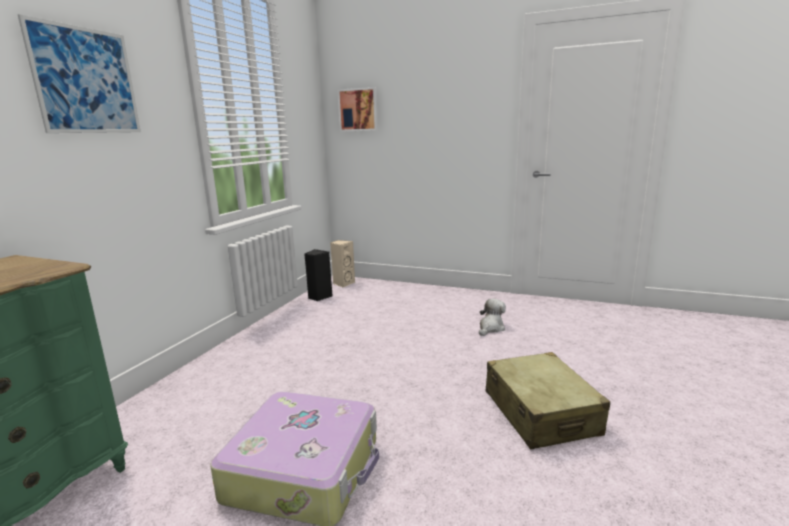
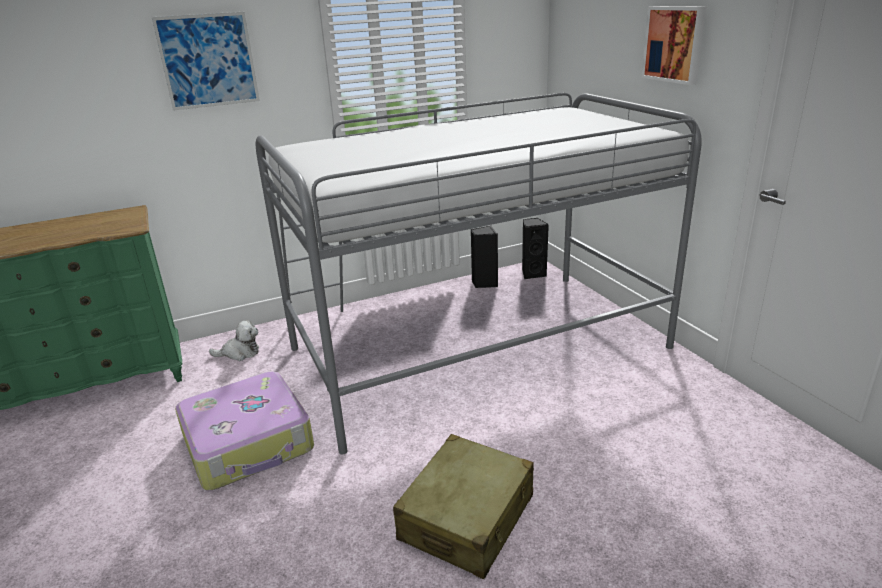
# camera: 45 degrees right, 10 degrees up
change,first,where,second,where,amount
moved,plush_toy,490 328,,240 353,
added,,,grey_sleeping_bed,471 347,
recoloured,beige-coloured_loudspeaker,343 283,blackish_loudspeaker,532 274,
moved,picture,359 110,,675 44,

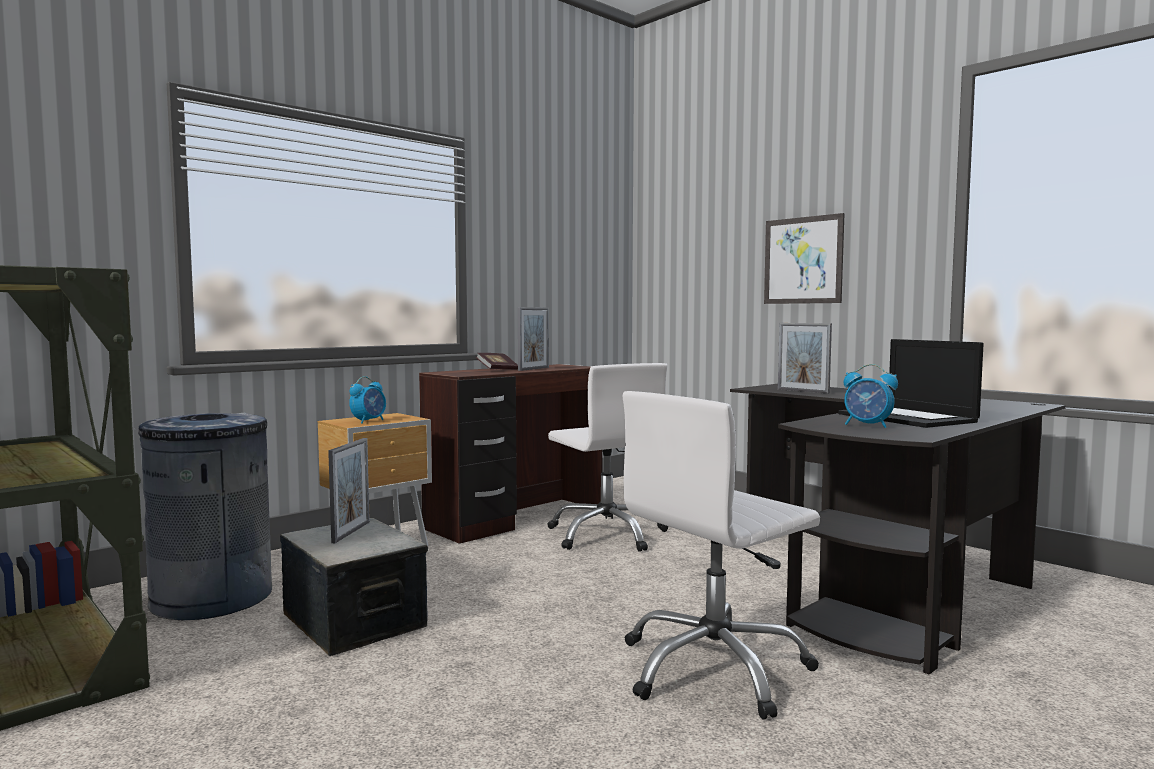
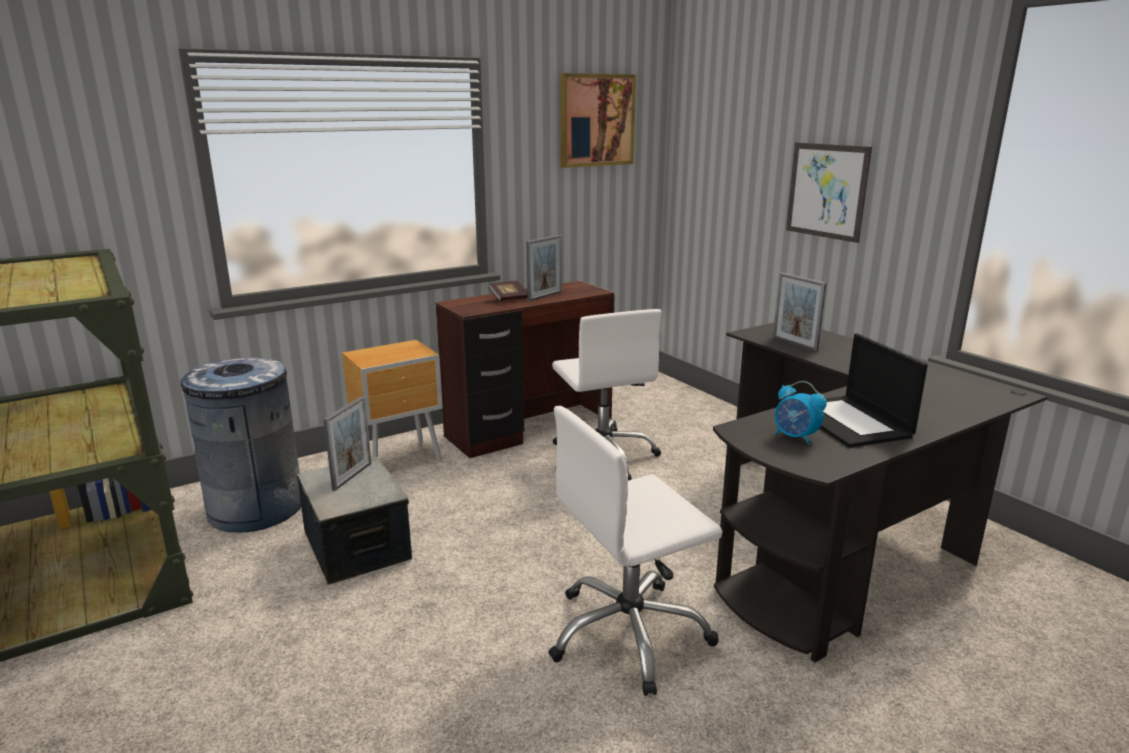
# camera: 10 degrees right, 15 degrees up
change,first,where,second,where,amount
added,,,picture,596 120,
removed,table_clock,369 421,,,

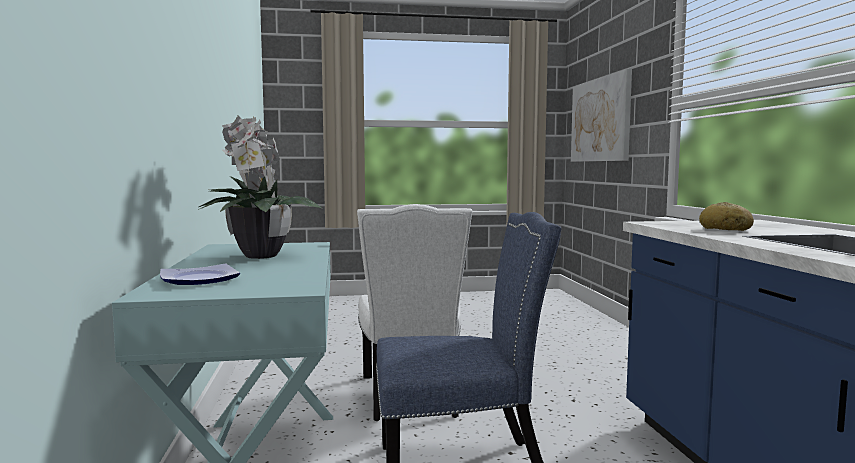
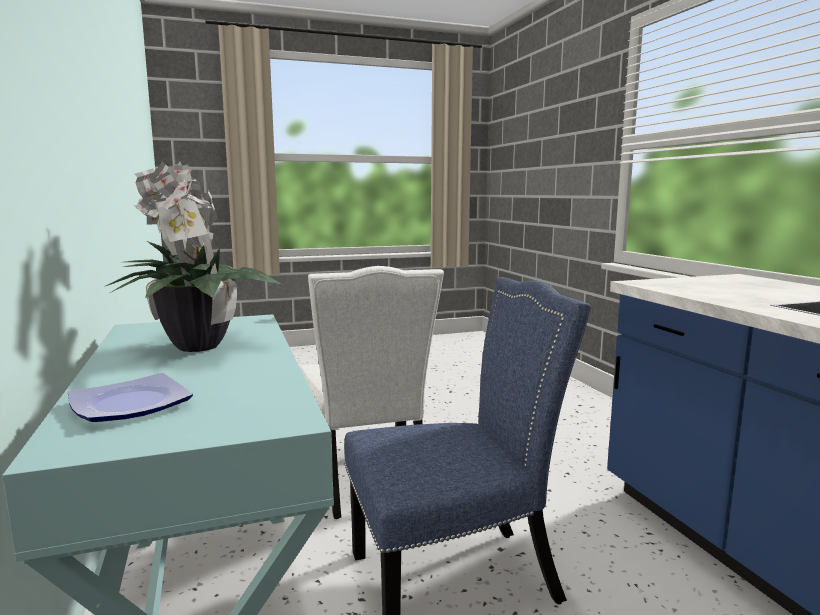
# camera: 10 degrees left, 5 degrees up
change,first,where,second,where,amount
removed,picture,600 120,,,
removed,bakery_bread,725 229,,,

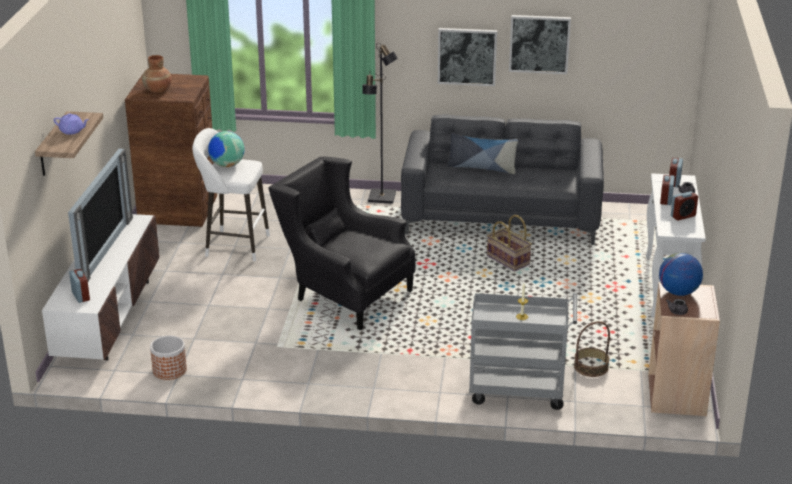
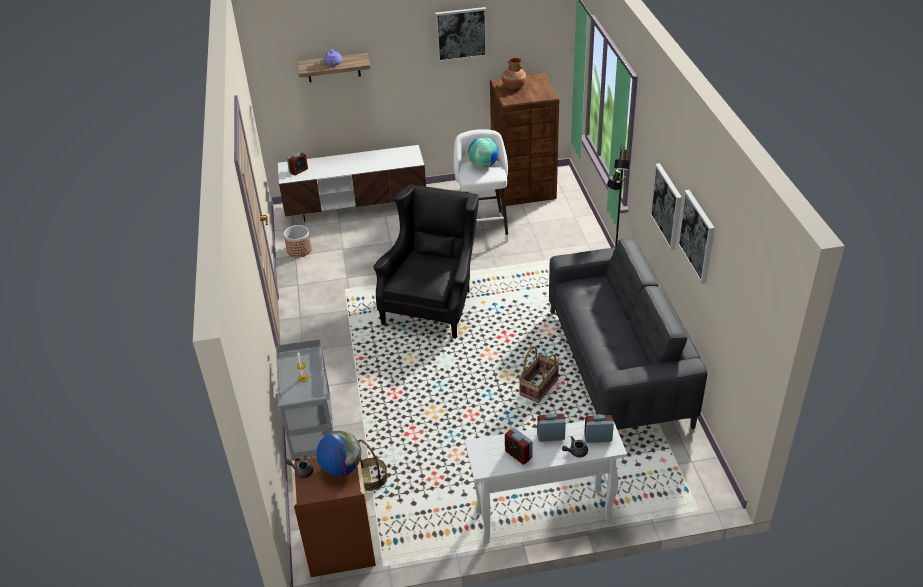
# camera: 75 degrees right, 10 degrees up
change,first,where,second,where,amount
added,,,picture,461 34,
removed,TV,101 250,,,
removed,cushion,481 168,,,

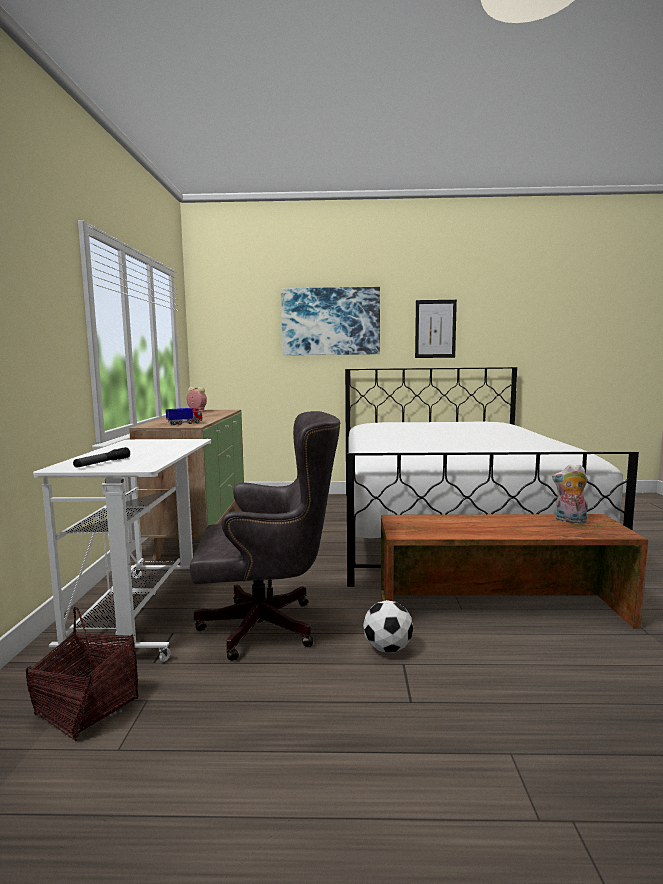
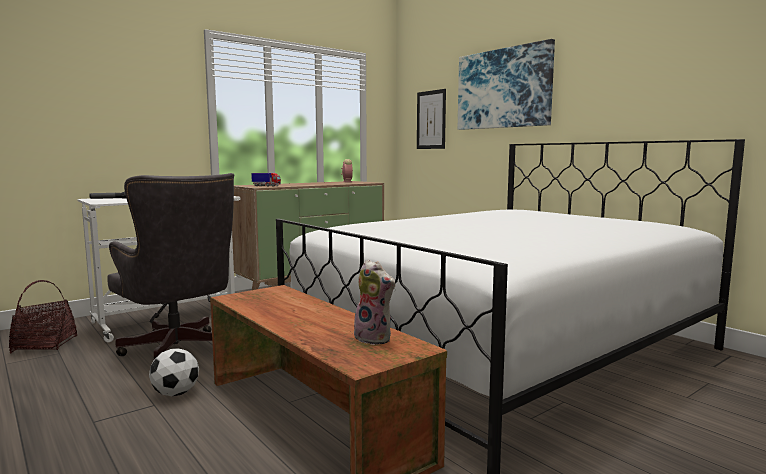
# camera: 50 degrees right, 0 degrees up
change,first,where,second,where,amount
turned,plush_toy,569 521,,375 338,150 degrees clockwise
moved,picture,435 329,,431 120,

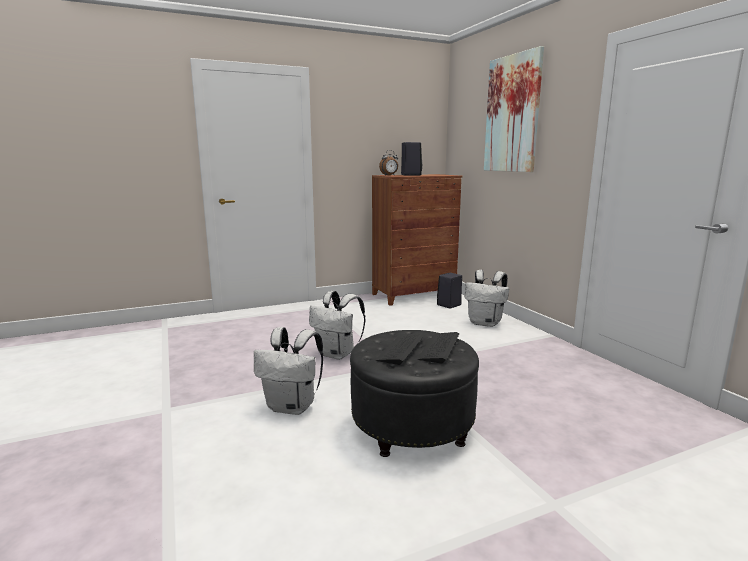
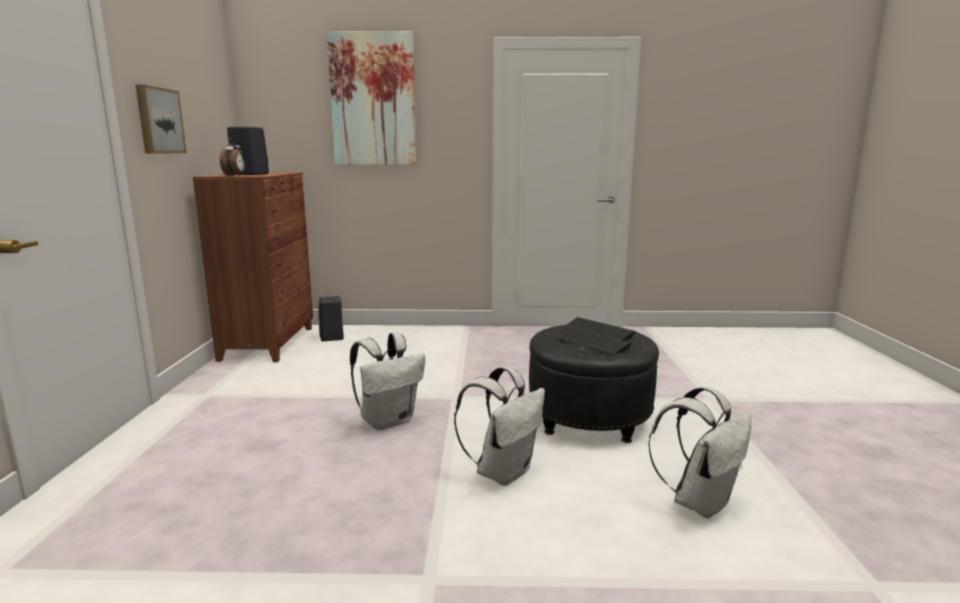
# camera: 65 degrees left, 0 degrees up
change,first,where,second,where,amount
added,,,picture,158 121,
moved,whitish_backpack,485 323,,699 501,

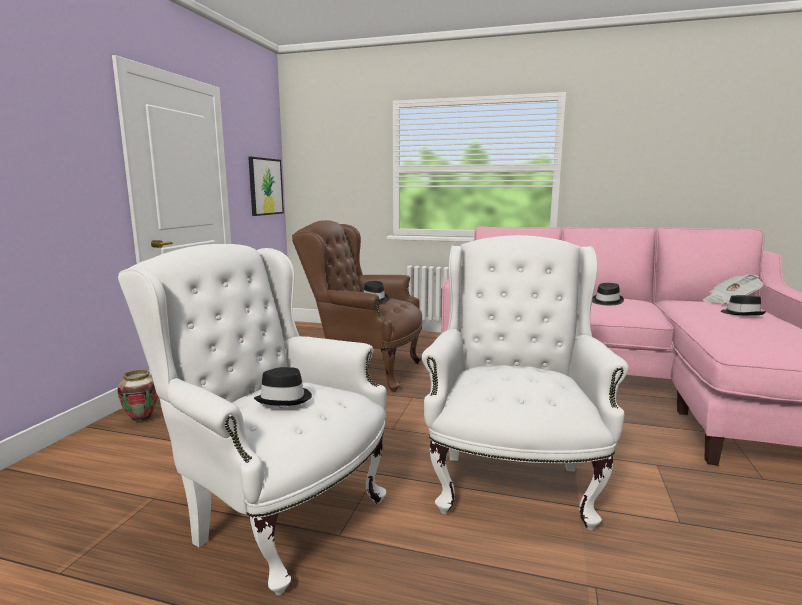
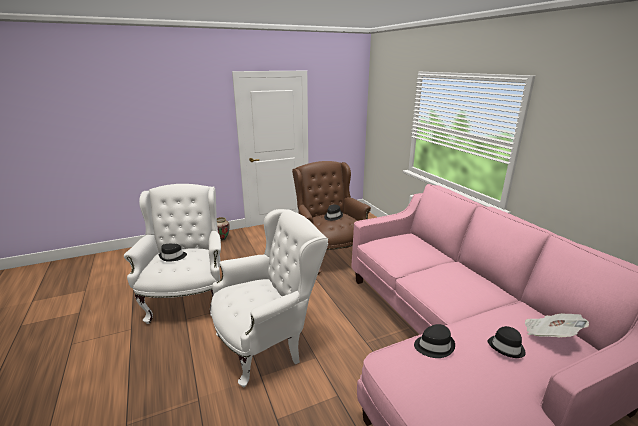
# camera: 50 degrees right, 10 degrees up
change,first,where,second,where,amount
moved,blackish_hat,606 301,,434 345,
removed,picture,265 186,,,

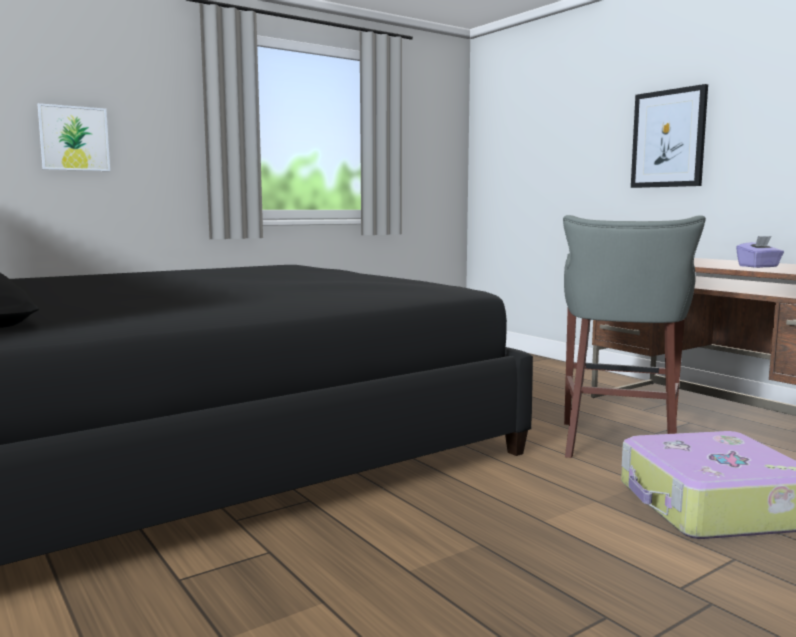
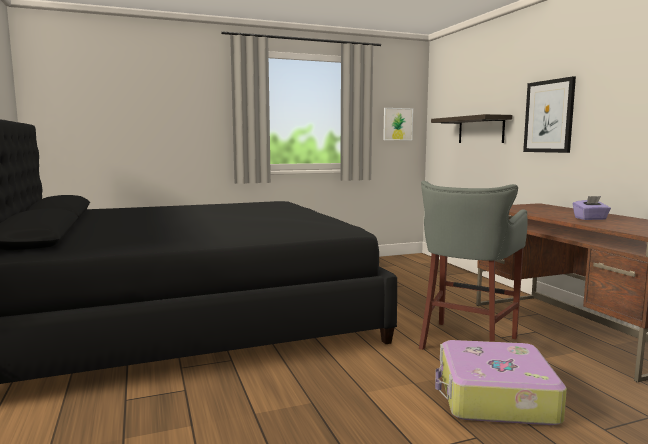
# camera: 15 degrees right, 0 degrees up
change,first,where,second,where,amount
moved,picture,74 138,,397 124,
added,,,wall_shelf,481 130,

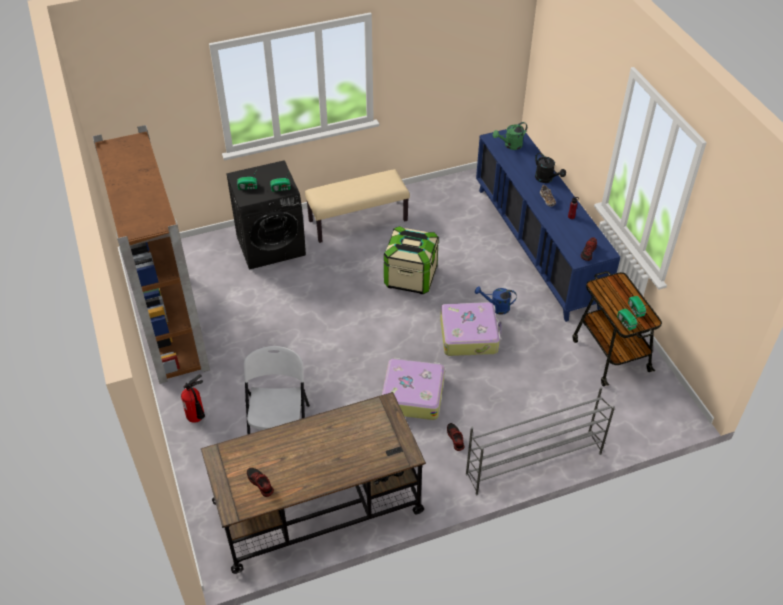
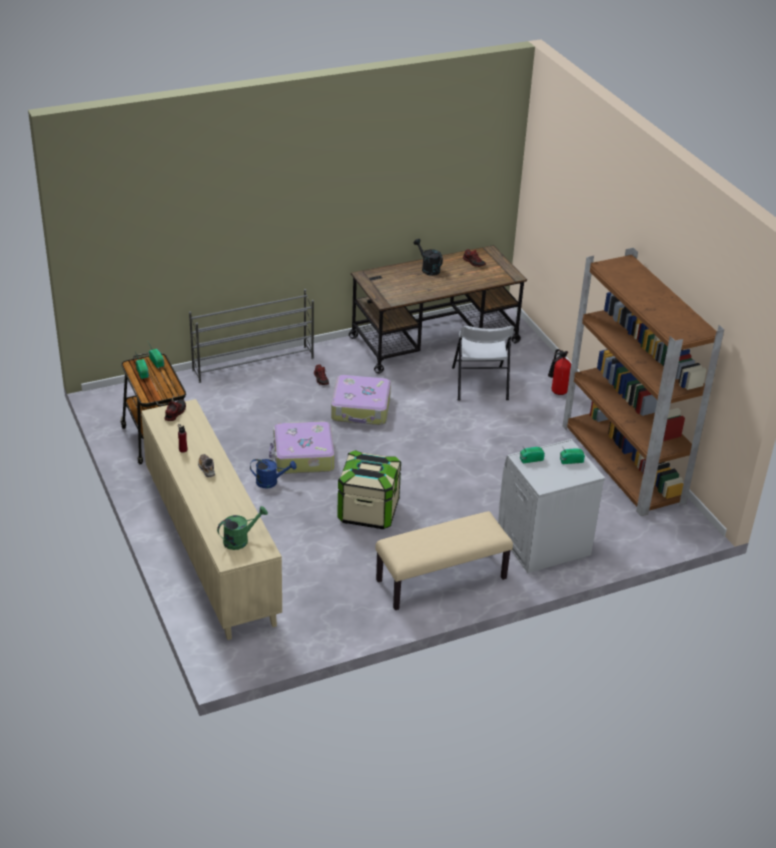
# camera: 175 degrees right, 10 degrees down
change,first,where,second,where,amount
recoloured,blue-coloured_cupboard,537 246,beige-coloured_cupboard,210 549,
moved,blackish_watering_can,546 179,,428 269,
recoloured,blackish_laundry_machine,271 247,whitish_laundry_machine,543 544,

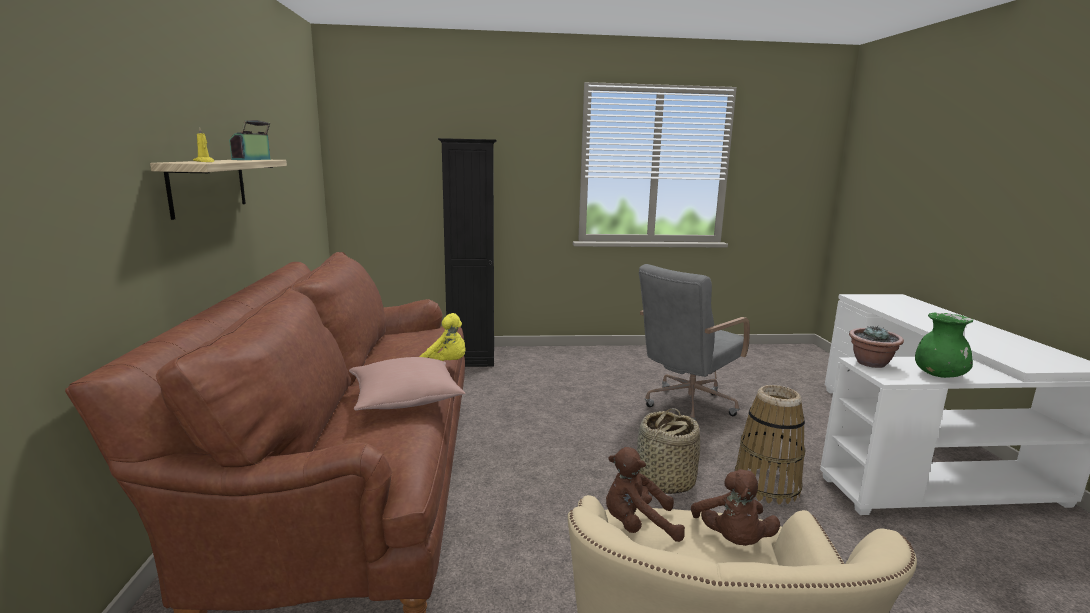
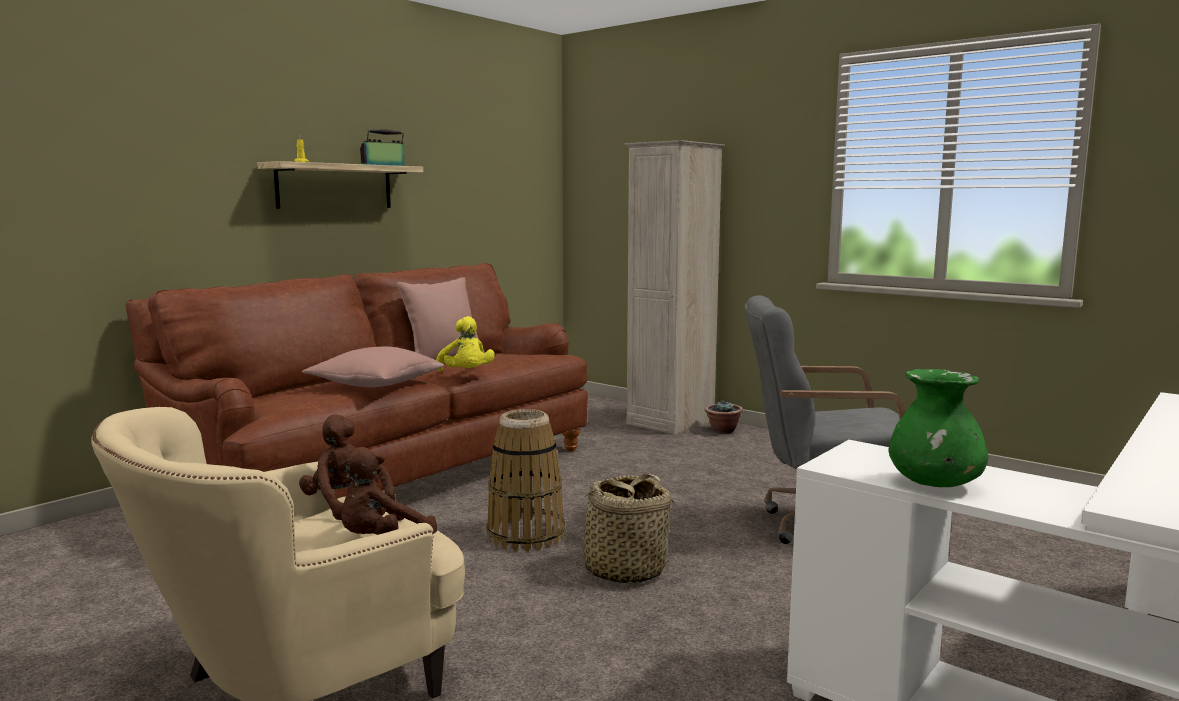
# camera: 45 degrees right, 5 degrees down
change,first,where,second,where,amount
added,,,pinkish_cushion,443 360,
moved,storage_basket,766 485,,525 535,
recoloured,blackish_cupboard,472 357,beige-coloured_cupboard,670 422,
moved,potted_plant,871 363,,723 431,

